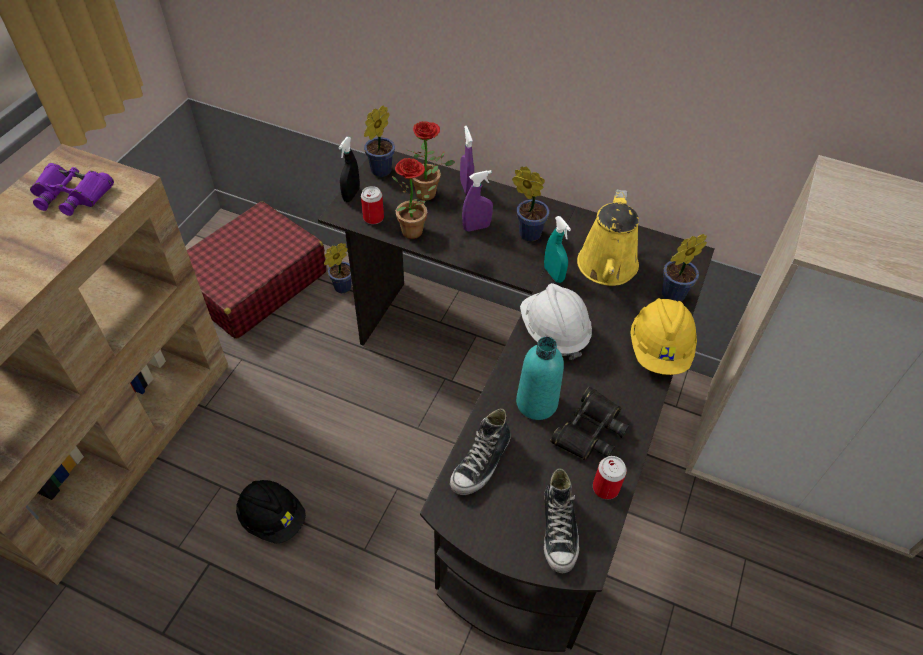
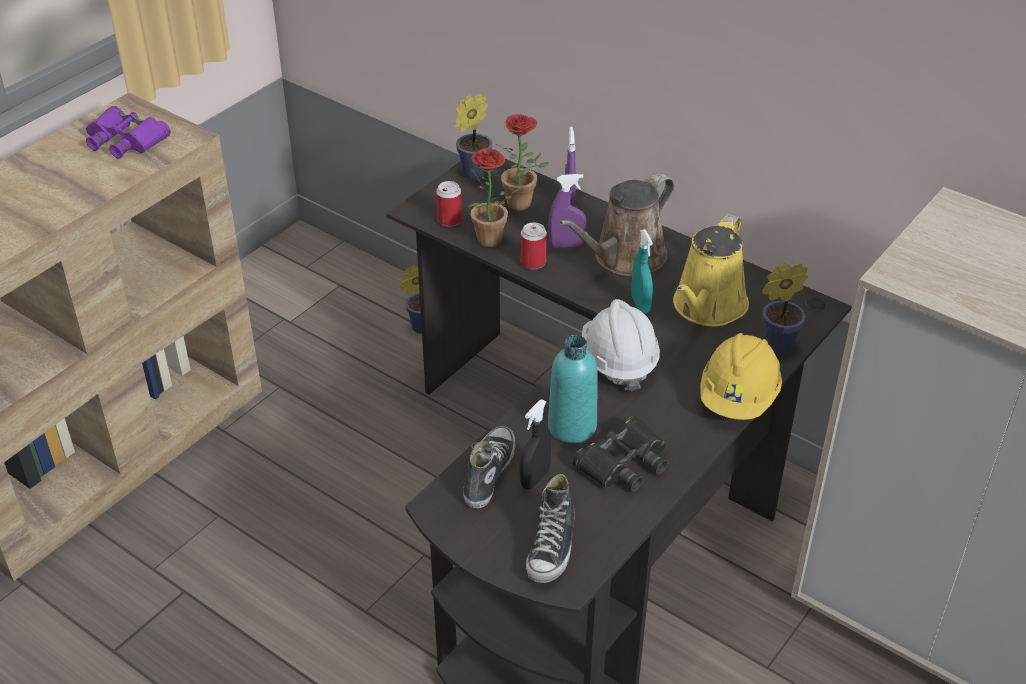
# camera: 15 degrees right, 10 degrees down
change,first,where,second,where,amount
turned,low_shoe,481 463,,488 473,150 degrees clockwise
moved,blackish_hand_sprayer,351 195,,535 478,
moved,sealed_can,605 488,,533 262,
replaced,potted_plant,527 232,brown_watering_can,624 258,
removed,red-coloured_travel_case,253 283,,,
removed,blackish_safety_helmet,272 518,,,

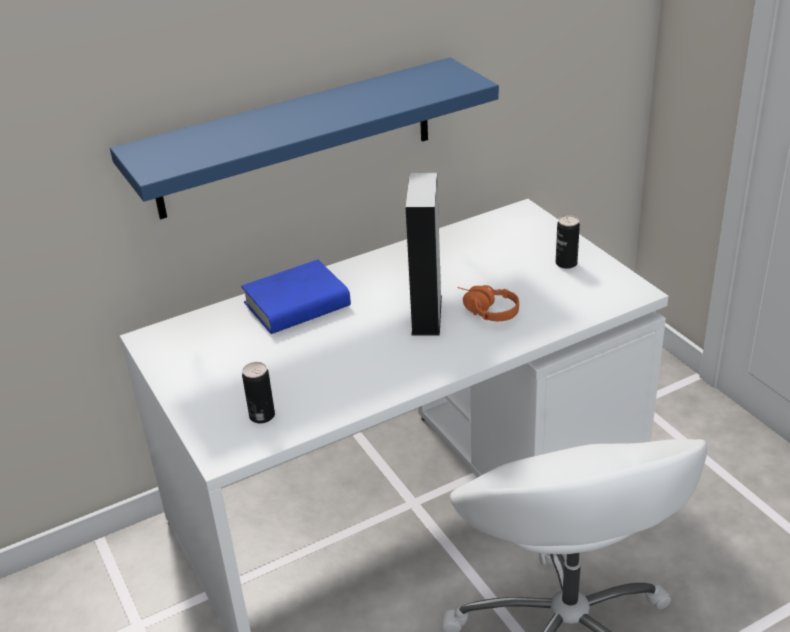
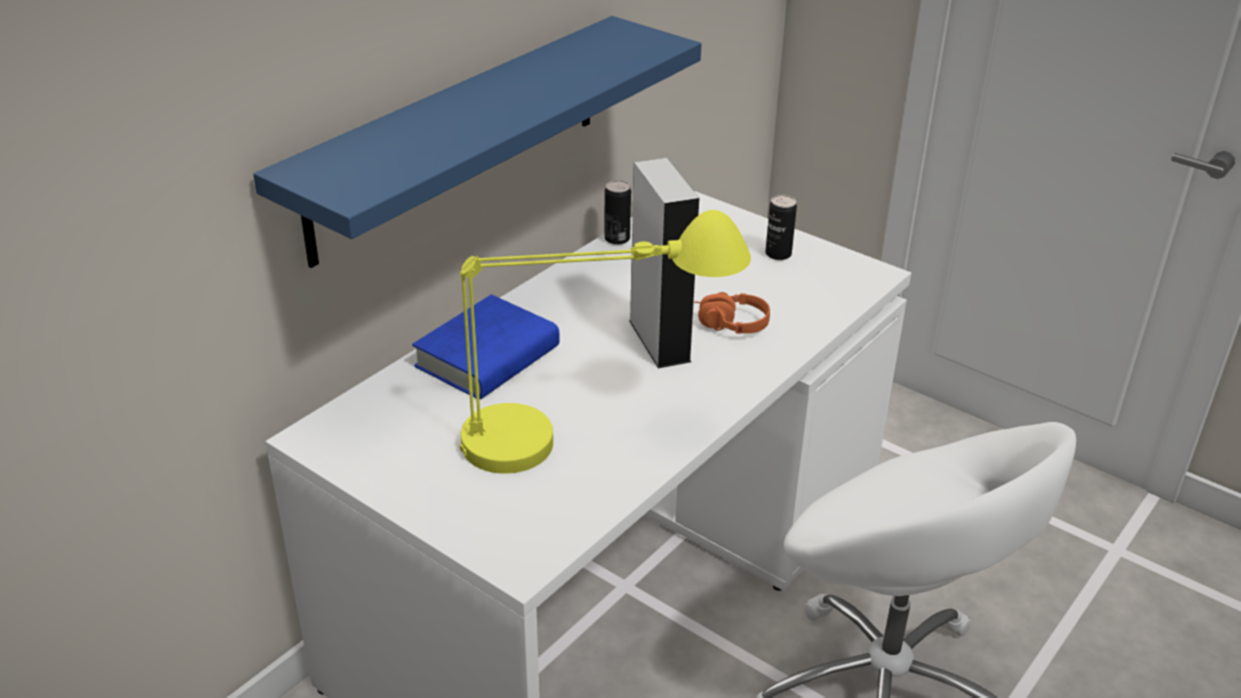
# camera: 25 degrees left, 0 degrees up
change,first,where,second,where,amount
added,,,yellowish_tabletop_lamp,589 437,
moved,sealed_can,262 416,,617 239,

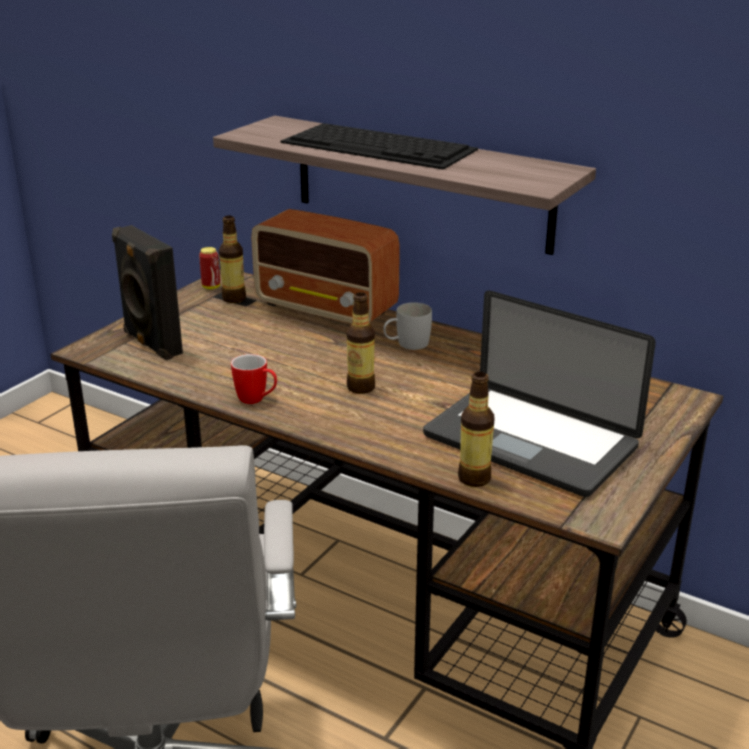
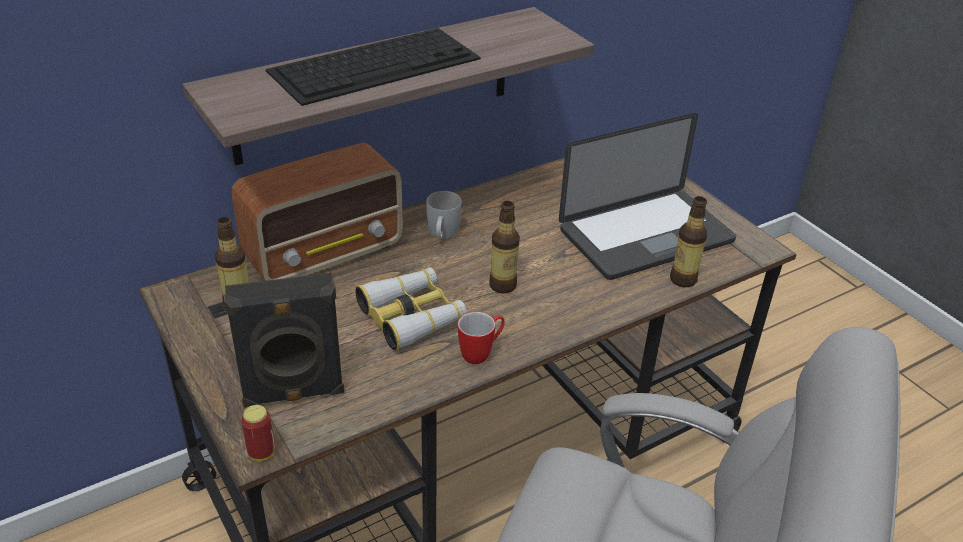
# camera: 65 degrees left, 10 degrees up
change,first,where,second,where,amount
moved,sealed_can,211 287,,261 453,
added,,,binoculars,412 316,

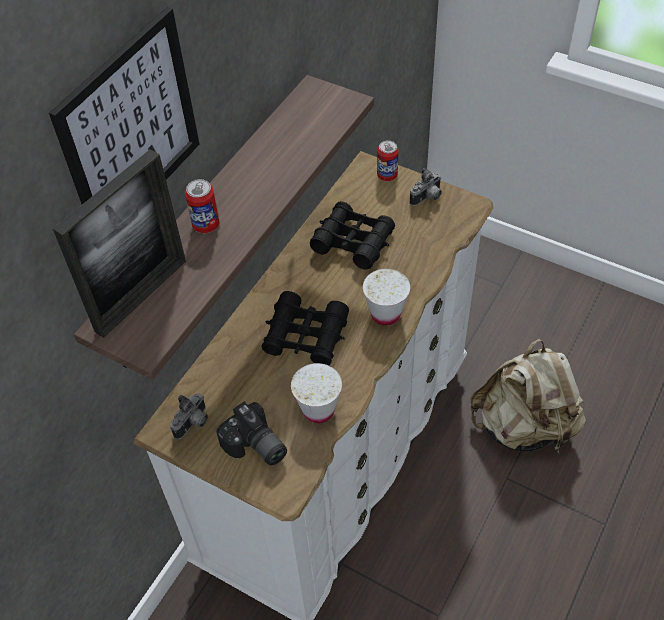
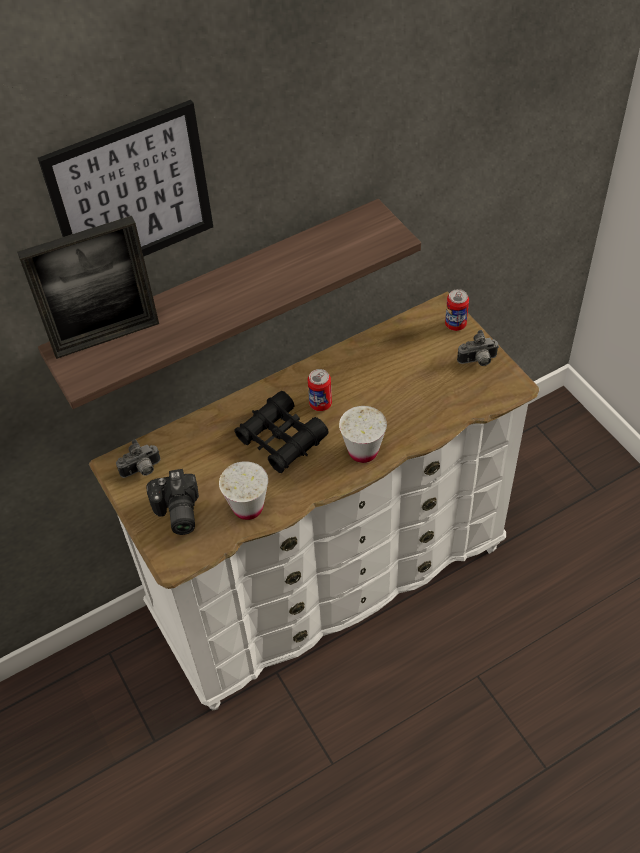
# camera: 30 degrees right, 0 degrees up
change,first,where,second,where,amount
moved,sealed_can,206 225,,320 404,
removed,blackish_binoculars,353 242,,,
removed,beige-coloured_backpack,524 426,,,

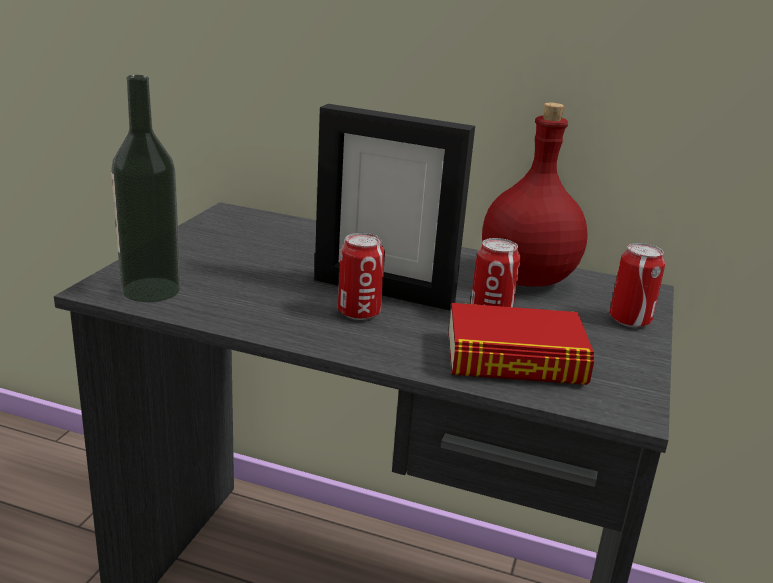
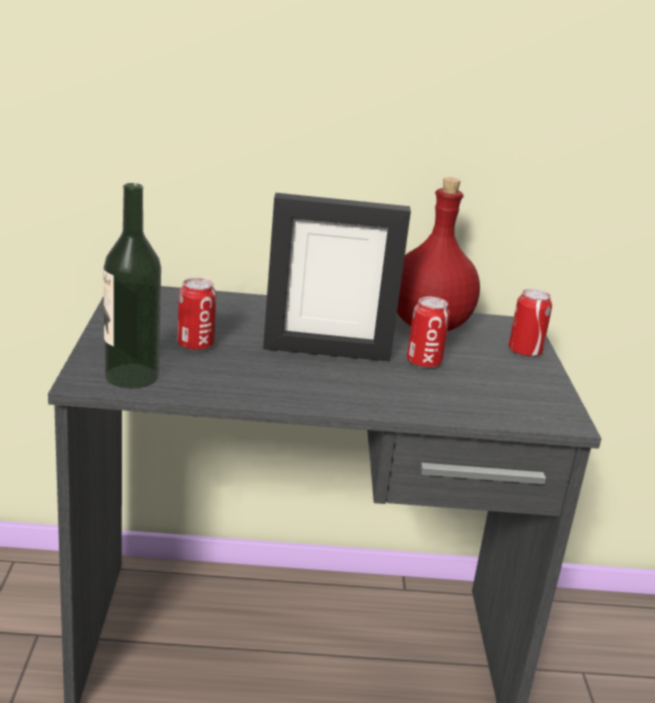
# camera: 20 degrees left, 0 degrees up
change,first,where,second,where,amount
moved,sealed_can,359 312,,195 345,
removed,book,514 359,,,

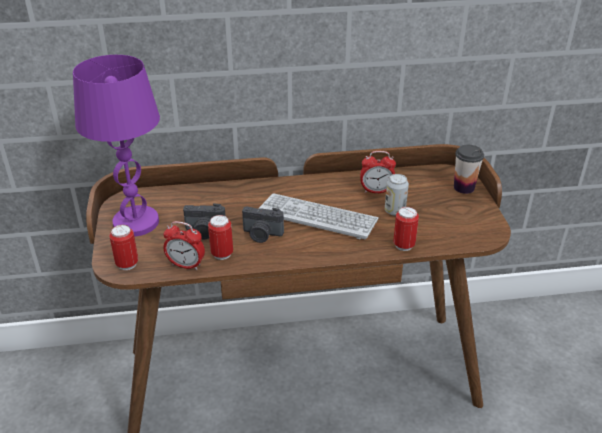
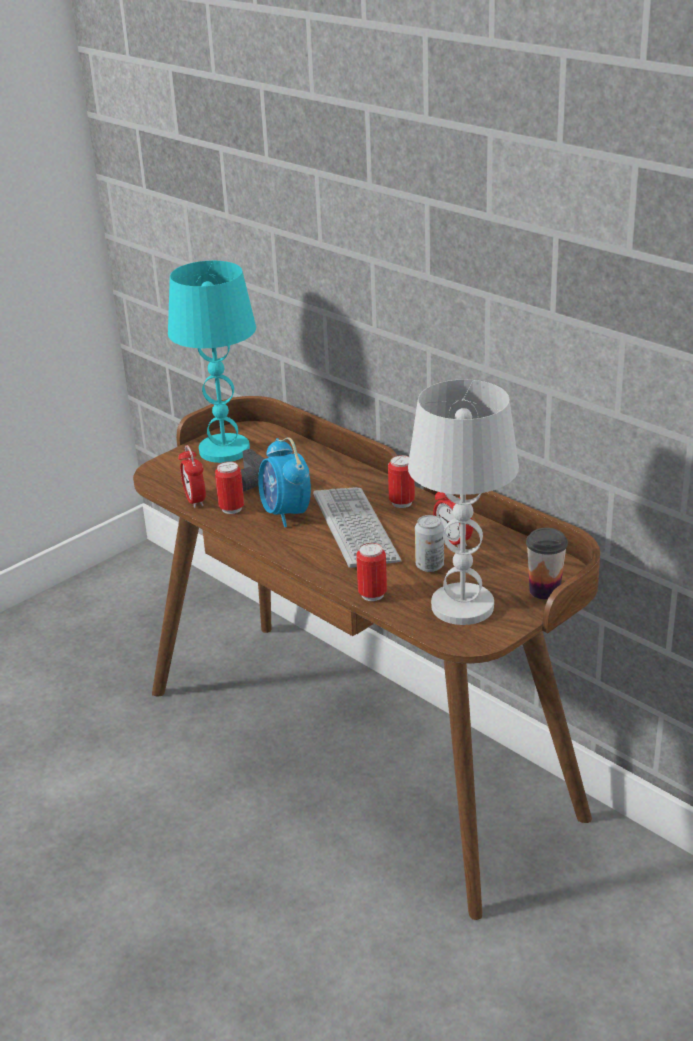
# camera: 55 degrees right, 5 degrees down
change,first,where,second,where,amount
recoloured,purple-coloured_tabletop_lamp,136 222,turquoise-coloured_tabletop_lamp,225 450,
replaced,photo_camera,262 235,table_clock,286 514,
moved,sealed_can,127 264,,401 502,
added,,,whitish_tabletop_lamp,463 606,

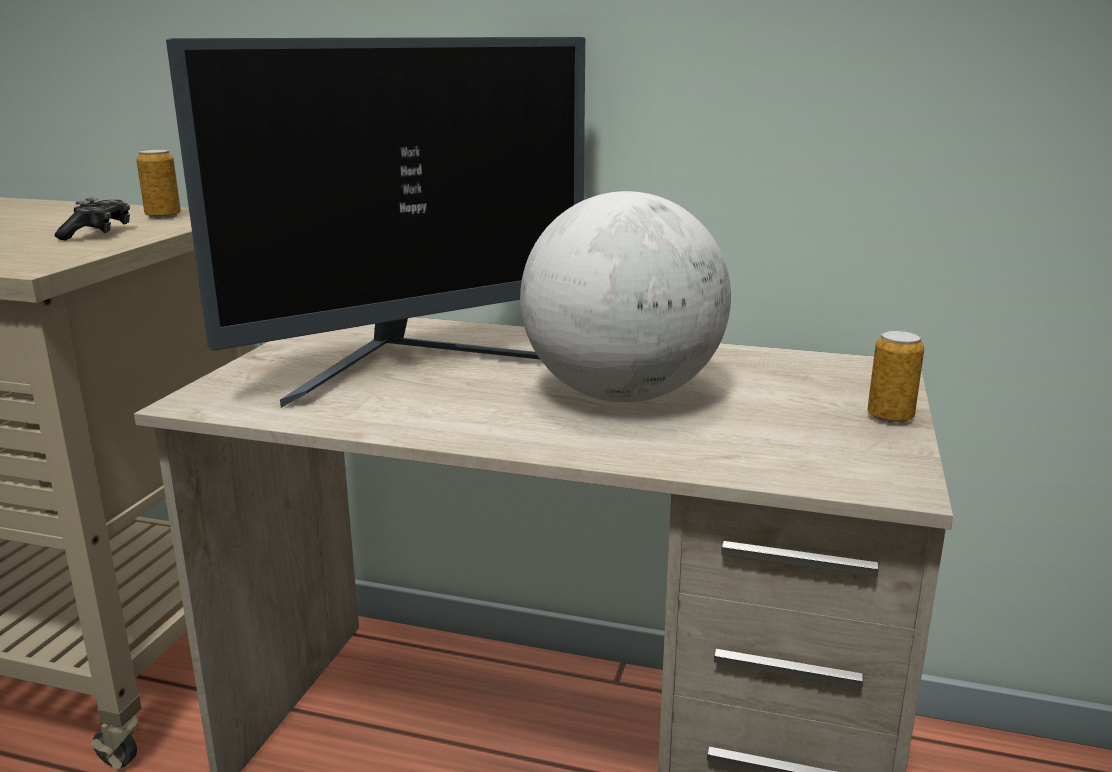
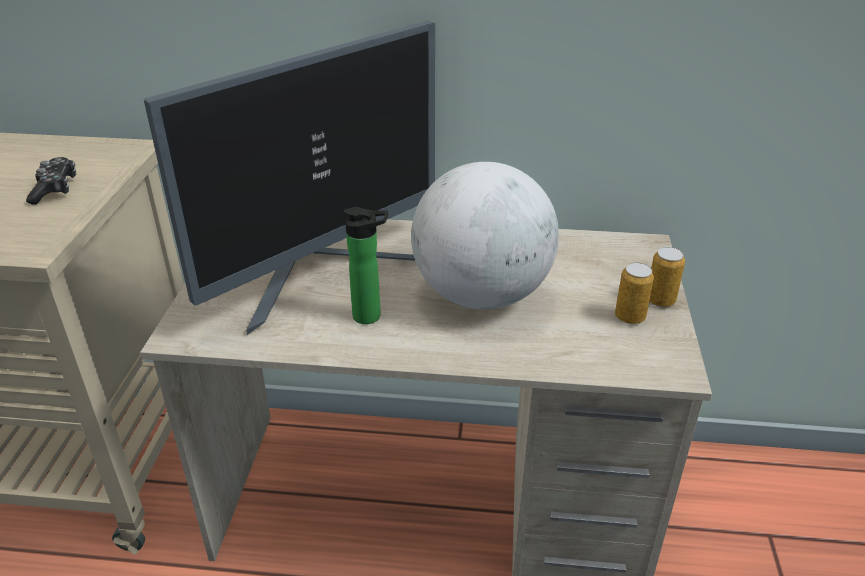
# camera: 10 degrees left, 15 degrees up
change,first,where,second,where,amount
added,,,beverage_bottle,371 316,
moved,sealed_can,163 216,,629 317,

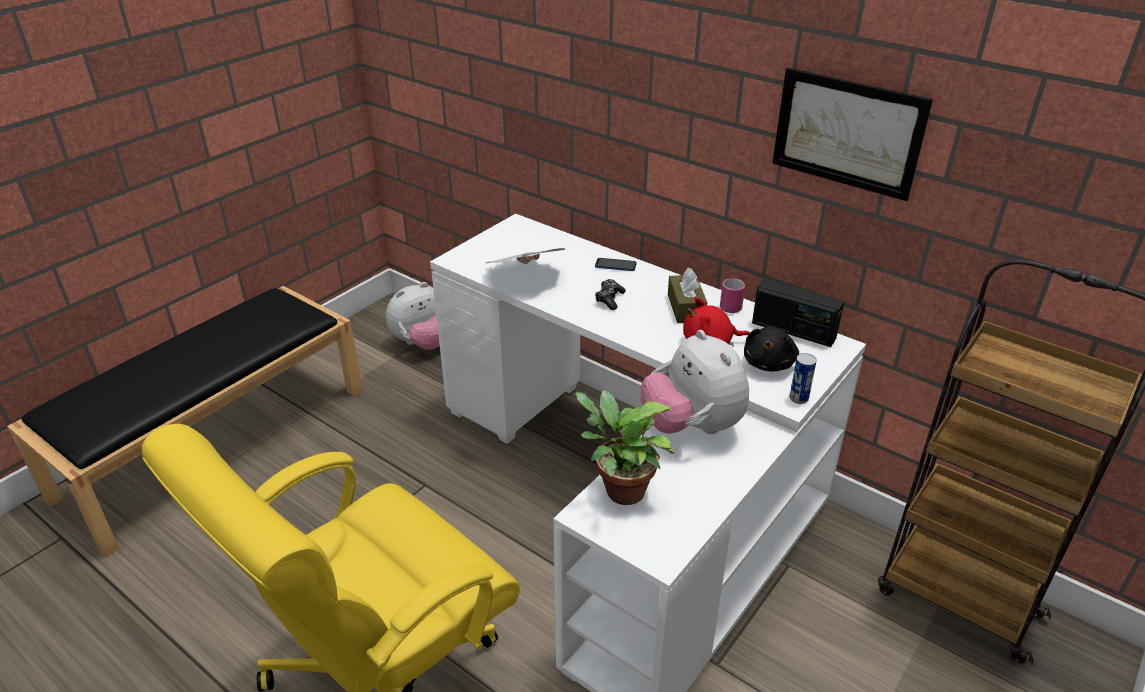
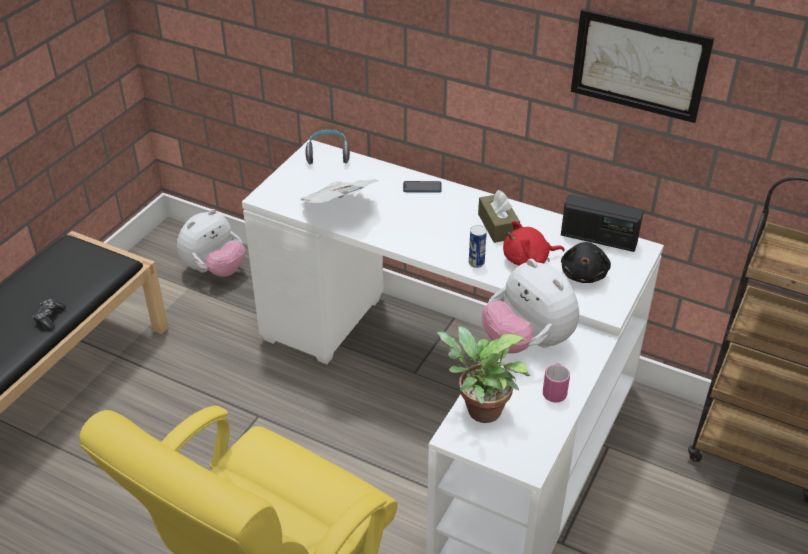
# camera: 10 degrees left, 5 degrees up
change,first,where,second,where,amount
moved,gamepad,609 299,,50 318,
added,,,pair_of_headphones,328 154,
moved,sealed_can,798 398,,476 263,
moved,pinkish_mug,731 306,,554 391,

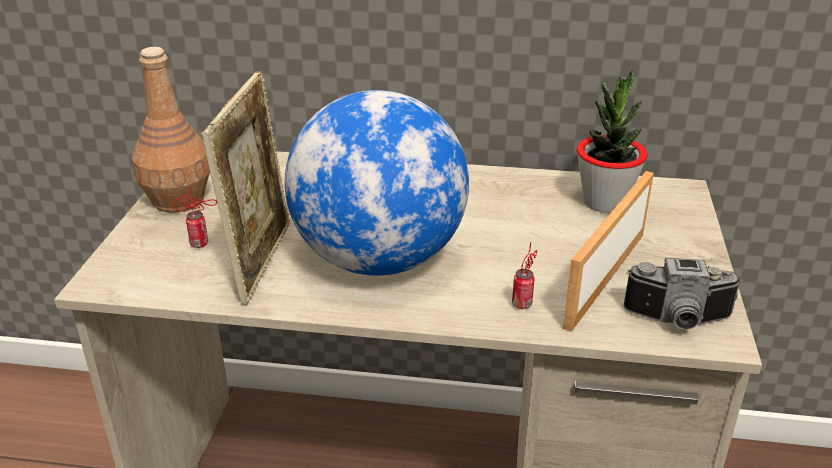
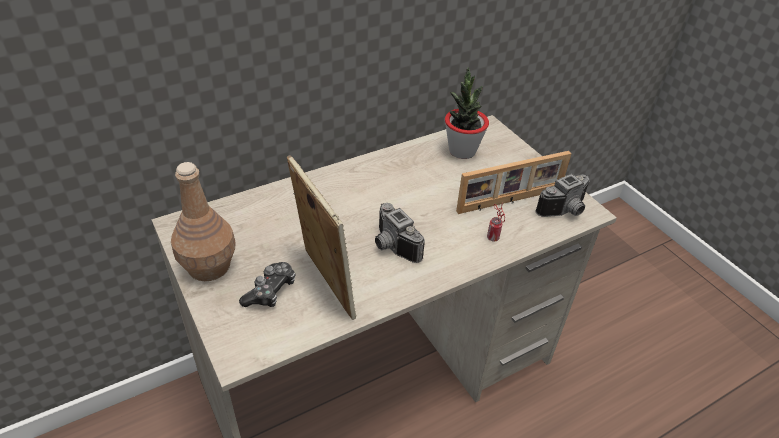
# camera: 40 degrees left, 10 degrees up
change,first,where,second,where,amount
replaced,sealed_can,202 243,gamepad,270 291,
replaced,world_globe,380 259,photo_camera,392 247,
turned,standing_frame,603 277,,510 201,105 degrees counterclockwise

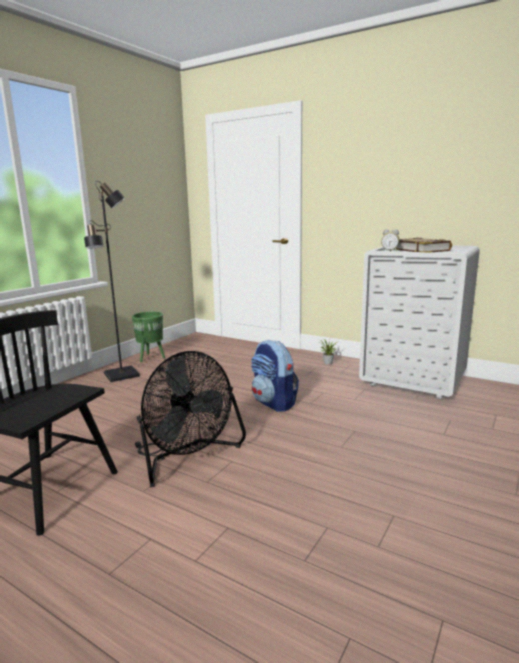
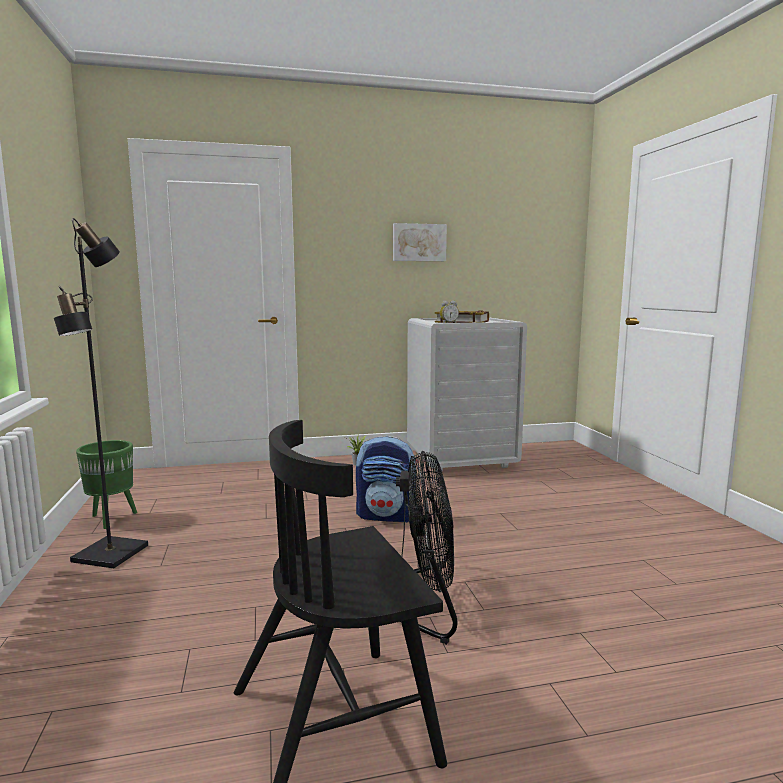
# camera: 45 degrees left, 5 degrees down
change,first,where,second,where,amount
added,,,picture,419 242,

